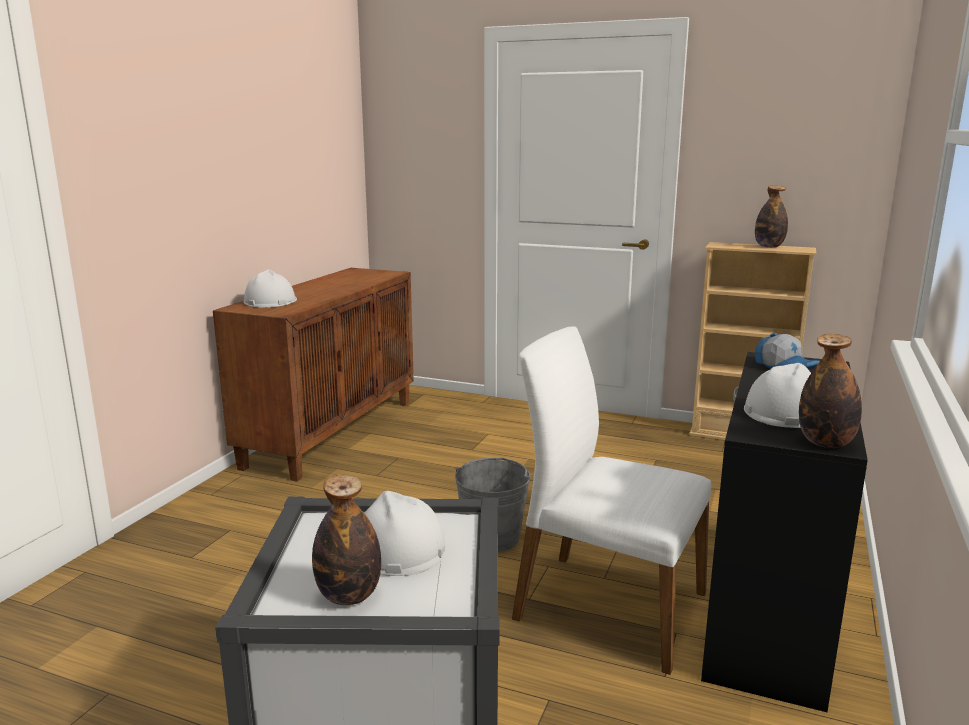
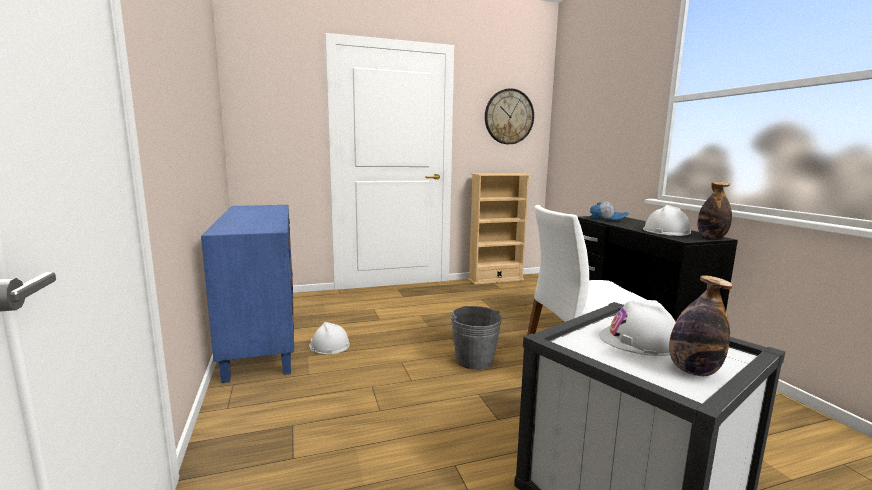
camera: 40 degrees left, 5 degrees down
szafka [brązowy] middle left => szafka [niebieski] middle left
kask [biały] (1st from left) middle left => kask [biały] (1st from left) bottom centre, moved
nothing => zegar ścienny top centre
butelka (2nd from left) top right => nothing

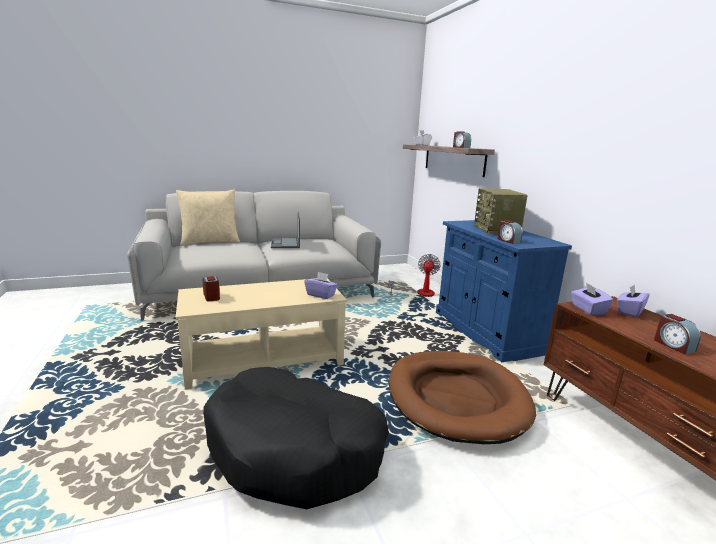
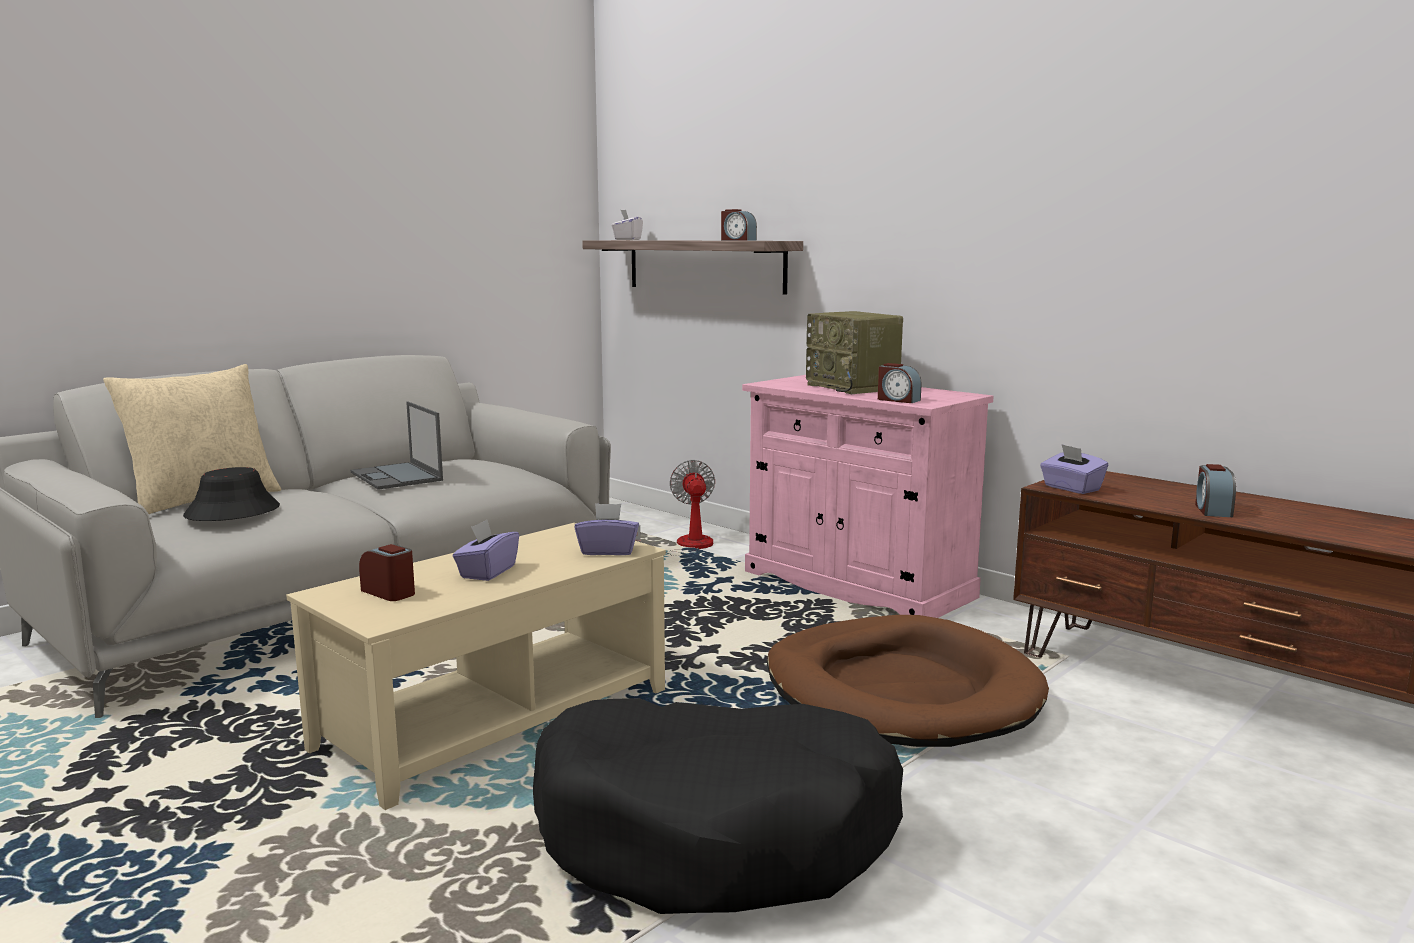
camera: 25 degrees left, 5 degrees down
nothing => kapelusz [czarny] middle left
pudełko chusteczek [fioletowy] (3rd from left in the first image) middle right => pudełko chusteczek [fioletowy] (1st from left) centre, moved
szafka [niebieski] middle right => szafka [różowy] centre
budzik (4th from left) middle right, 60 degrees clockwise

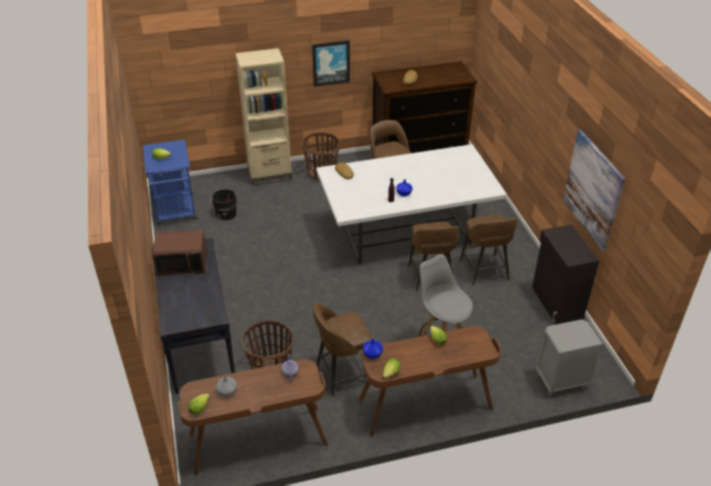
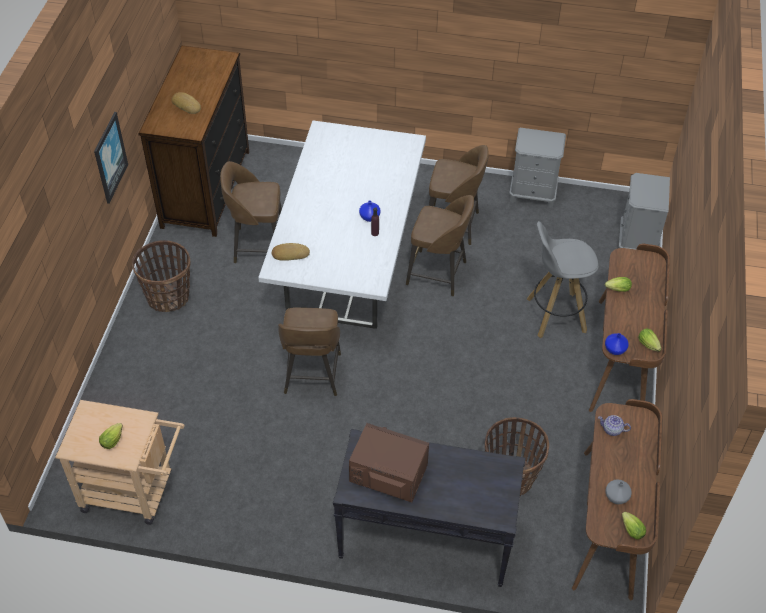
camera: 65 degrees left, 10 degrees up
wózek [niebieski] middle left => wózek [beżowy] bottom left
stołek [brązowy] (1st from left in the first image) bottom centre => stołek [brązowy] (2nd from left) centre, moved
mikrofalówka [brązowy] middle left => mikrofalówka [brązowy] bottom centre, 90 degrees counterclockwise
szafka [czarny] middle right => szafka nocna [szary] (1st from left) top right
wiadro [czarny] middle left => nothing
regał [beżowy] top centre => nothing
obraz (2nd from left) middle right => nothing

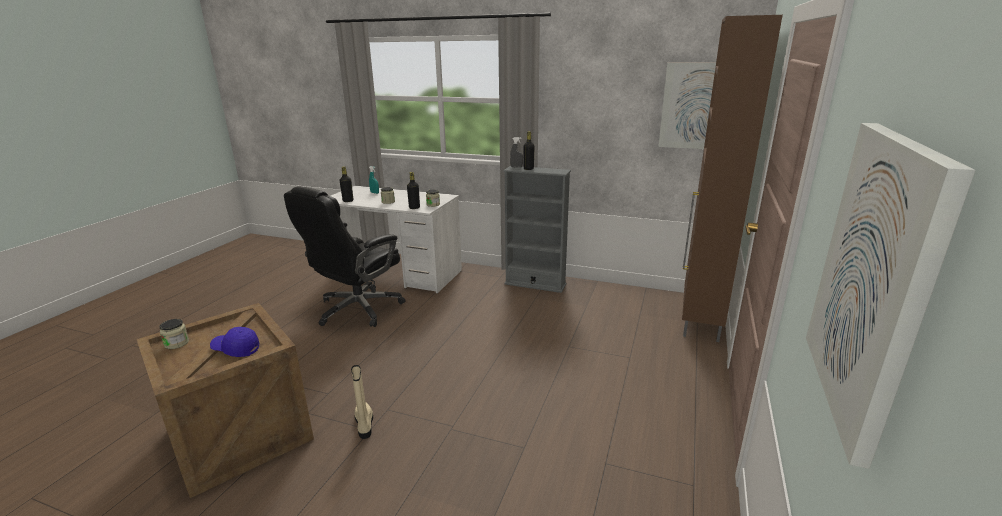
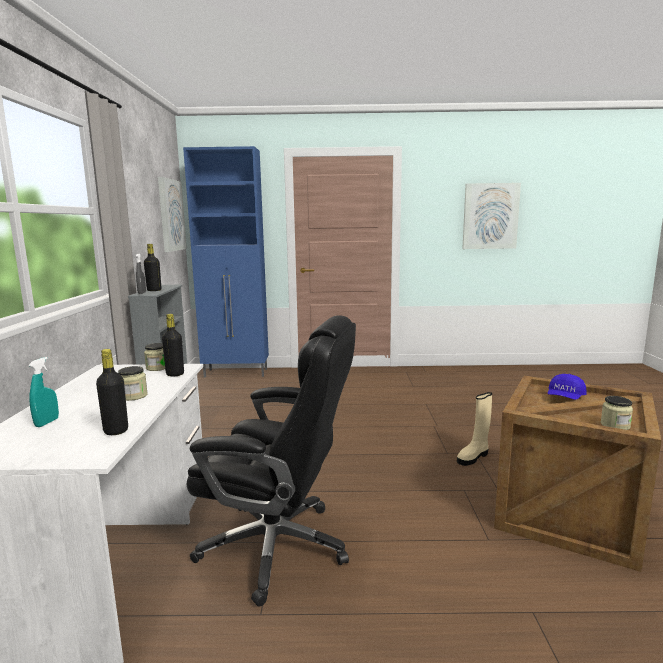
camera: 110 degrees left, 10 degrees down
szafka [brązowy] middle right => szafka [niebieski] centre
czapka z daszkiem [niebieski] middle left => czapka z daszkiem [niebieski] middle right, 45 degrees clockwise

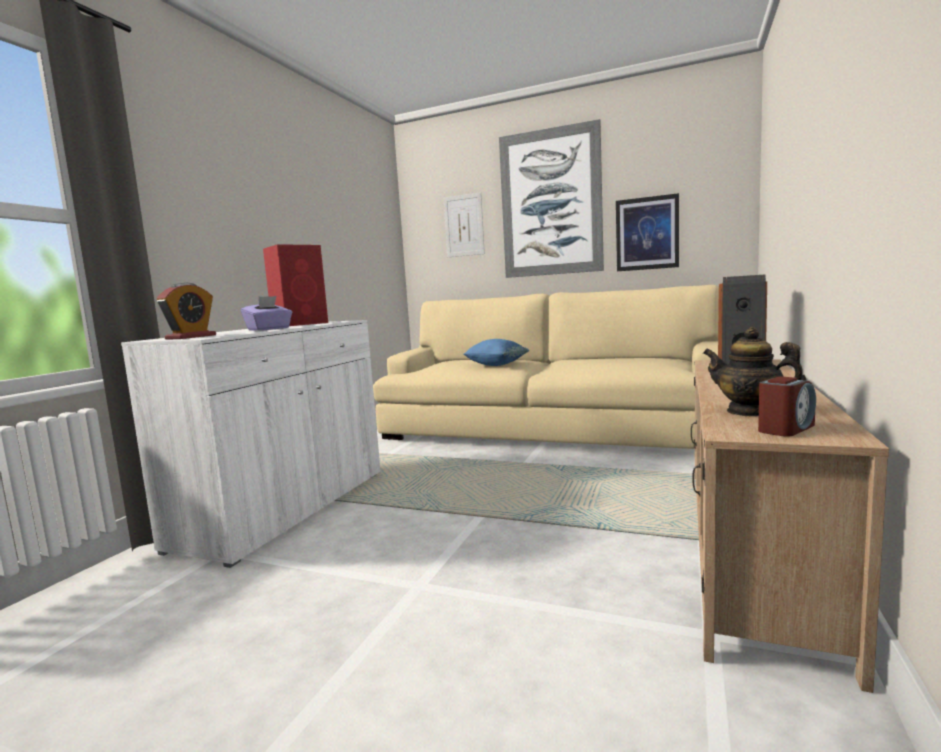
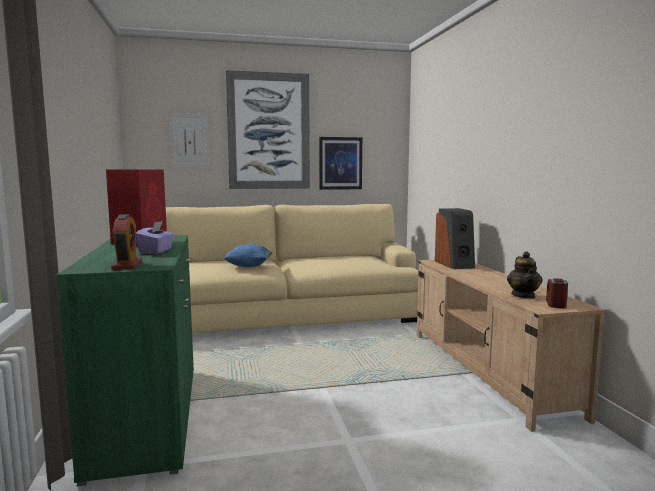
camera: 35 degrees left, 0 degrees up
szafka [biały] middle left => szafka [zielony] bottom left
imbryk middle right, 90 degrees counterclockwise

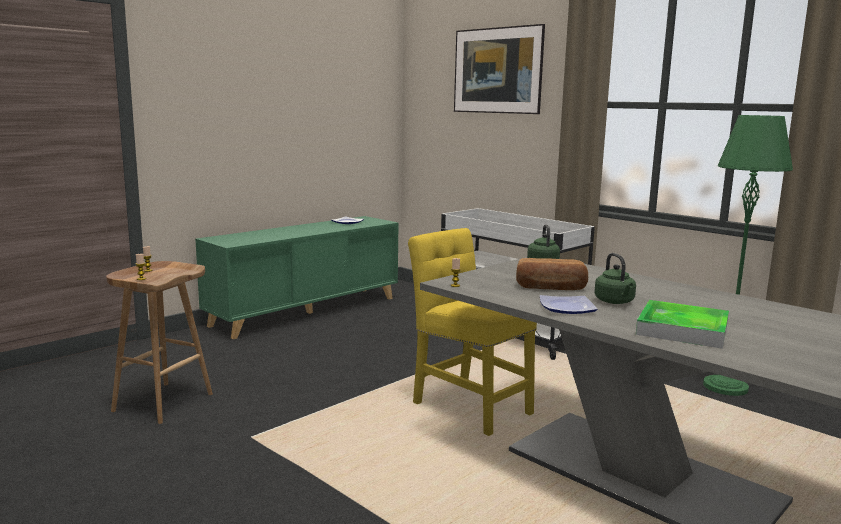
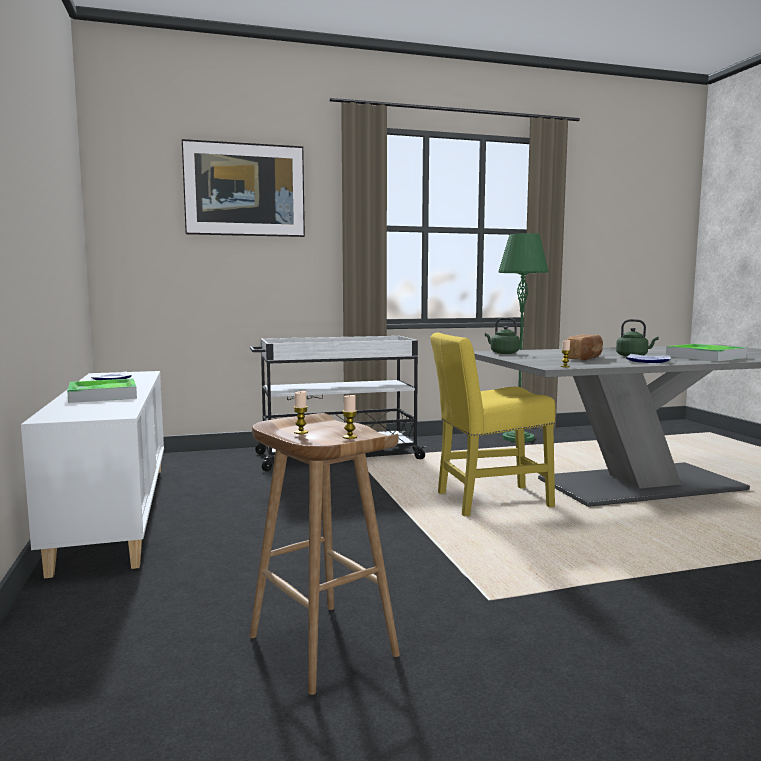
camera: 60 degrees left, 5 degrees down
szafka [zielony] centre => szafka [biały] middle left
nothing => taca (1st from left) middle left

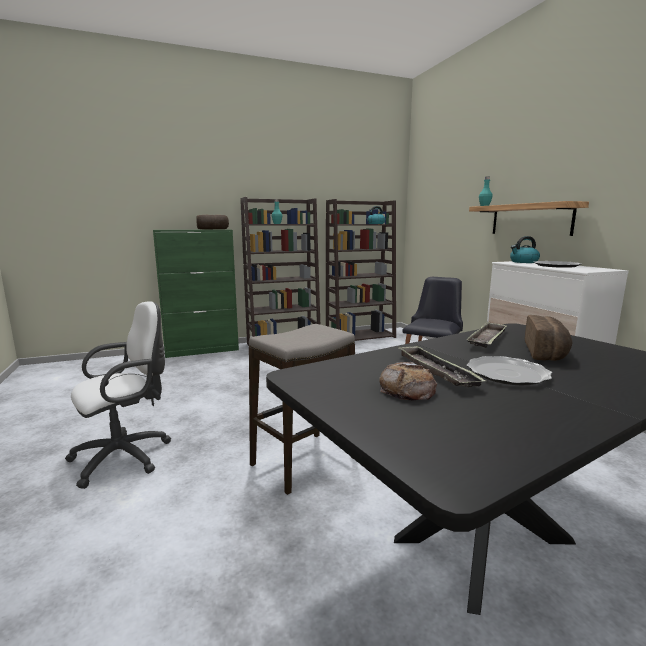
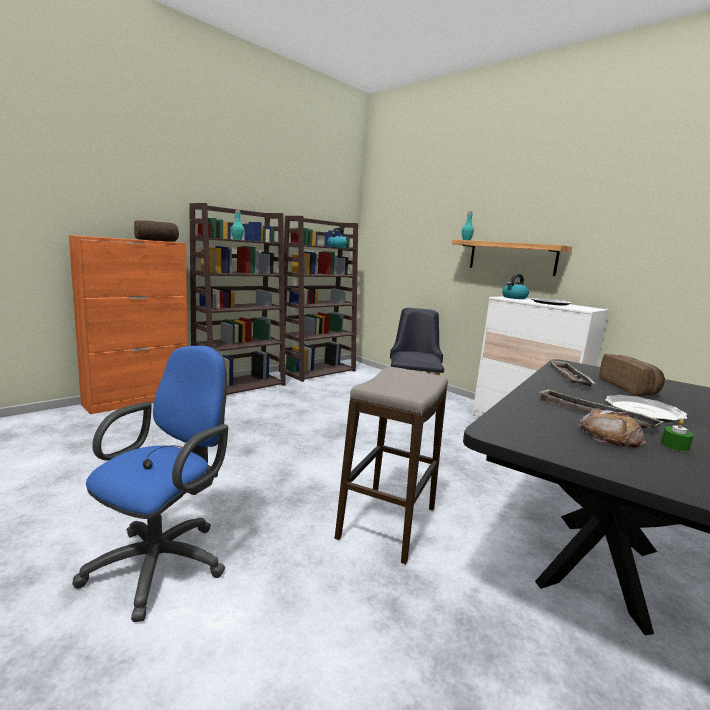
camera: 25 degrees left, 0 degrees up
szafka [zielony] middle left => szafka [pomarańczowy] middle left
krzesło biurowe [biały] middle left => krzesło biurowe [niebieski] bottom left
nothing => świeca [zielony] middle right

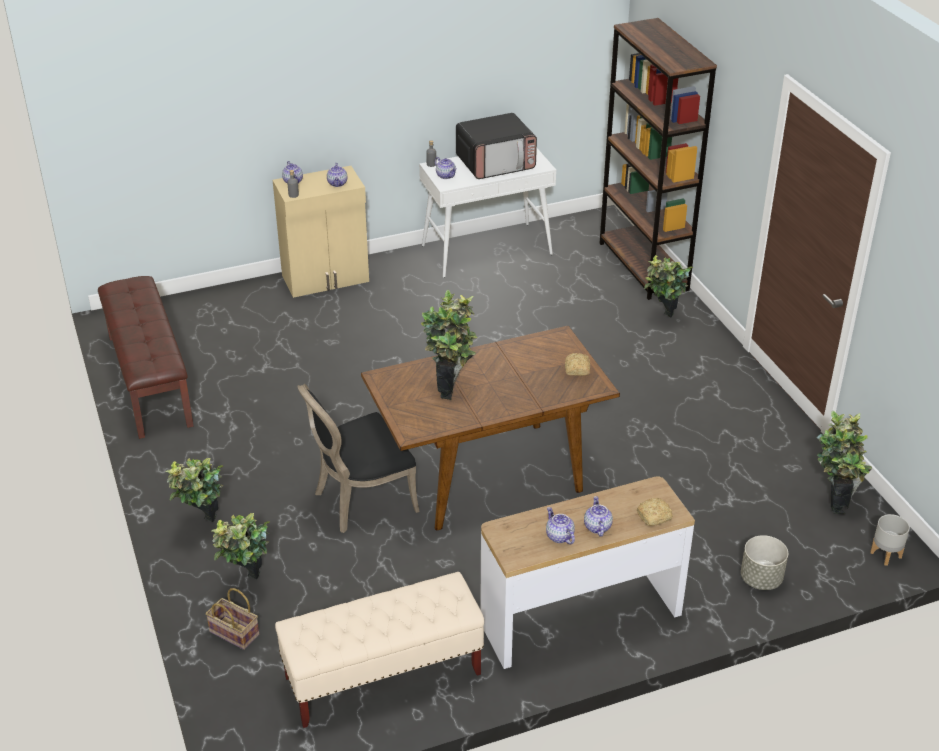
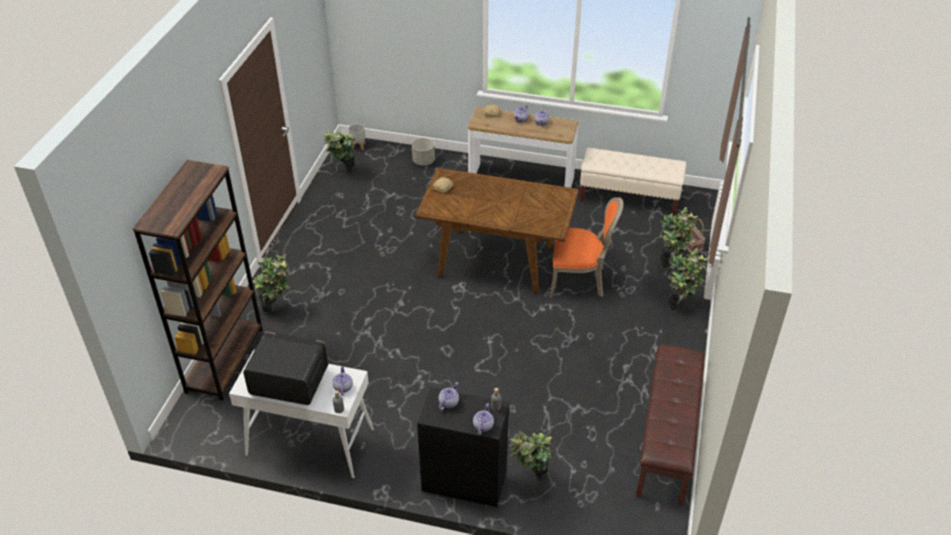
camera: 145 degrees left, 5 degrees up
szafka [beżowy] top centre => szafka [czarny] bottom centre
roślina doniczkowa (3rd from left) centre => roślina doniczkowa (3rd from left) bottom centre, moved
krzesło [czarny] centre => krzesło [pomarańczowy] centre

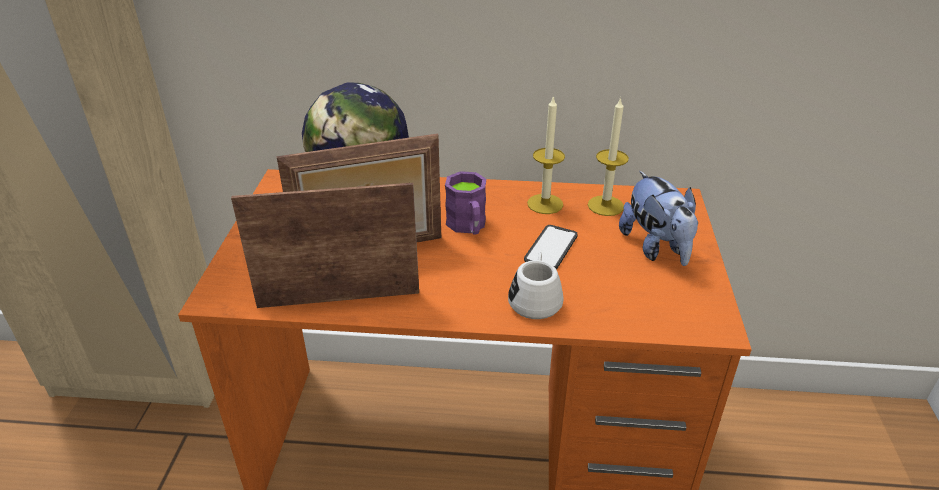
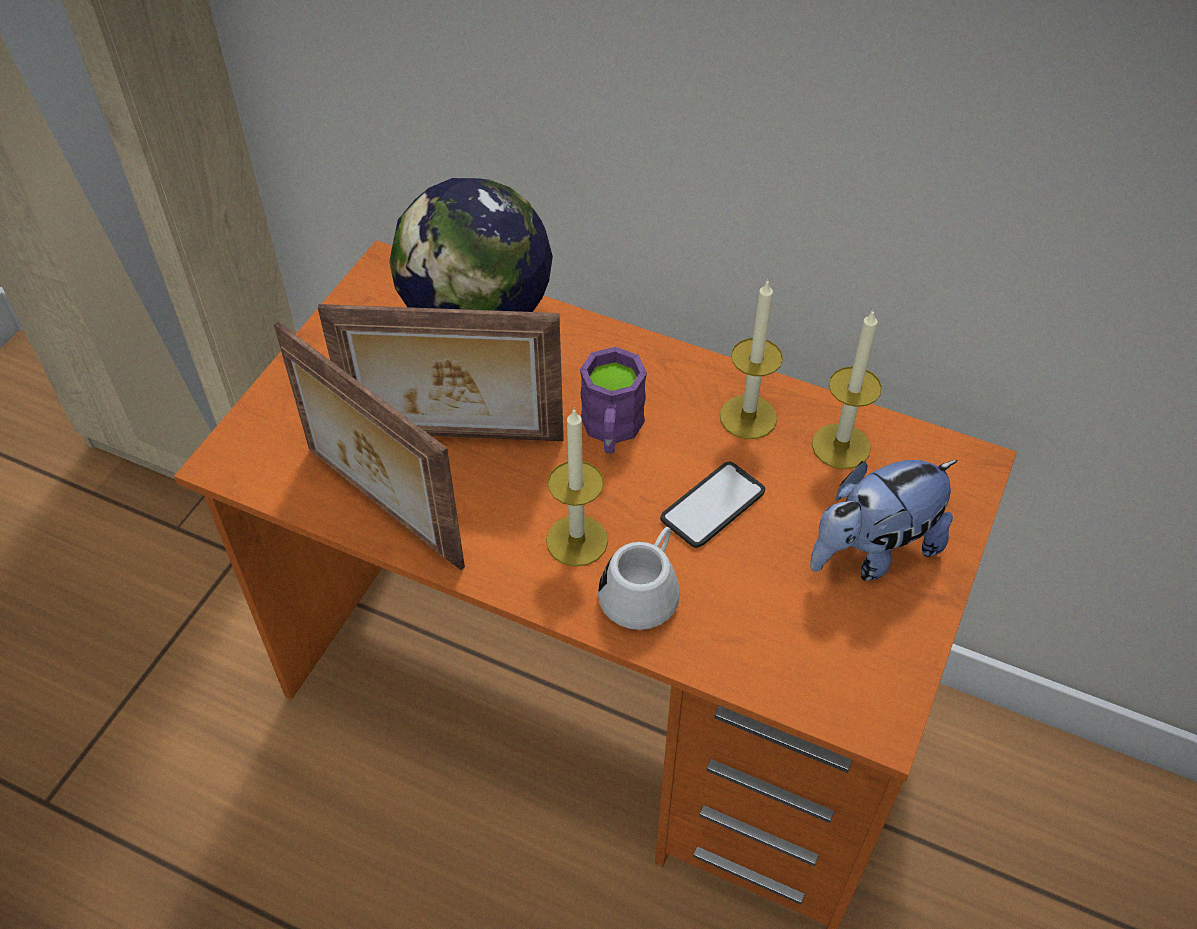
camera: 20 degrees right, 15 degrees up
ramka na zdjęcie (1st from left) centre => ramka na zdjęcie (1st from left) middle left, 150 degrees counterclockwise
nothing => świeca (1st from left) centre
pluszak middle right, 60 degrees clockwise

